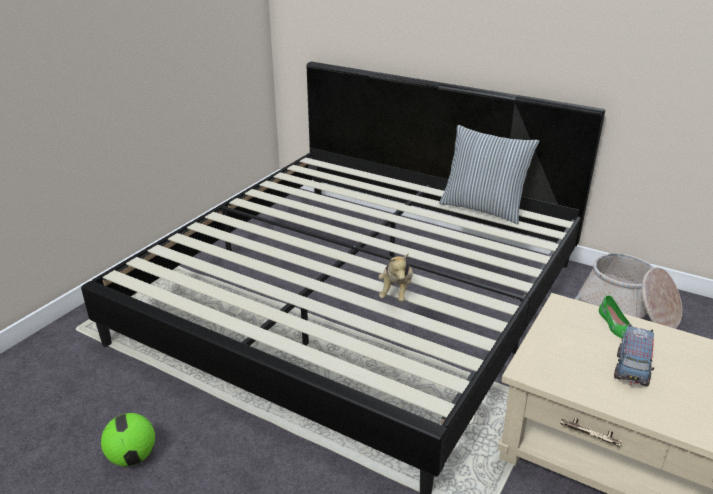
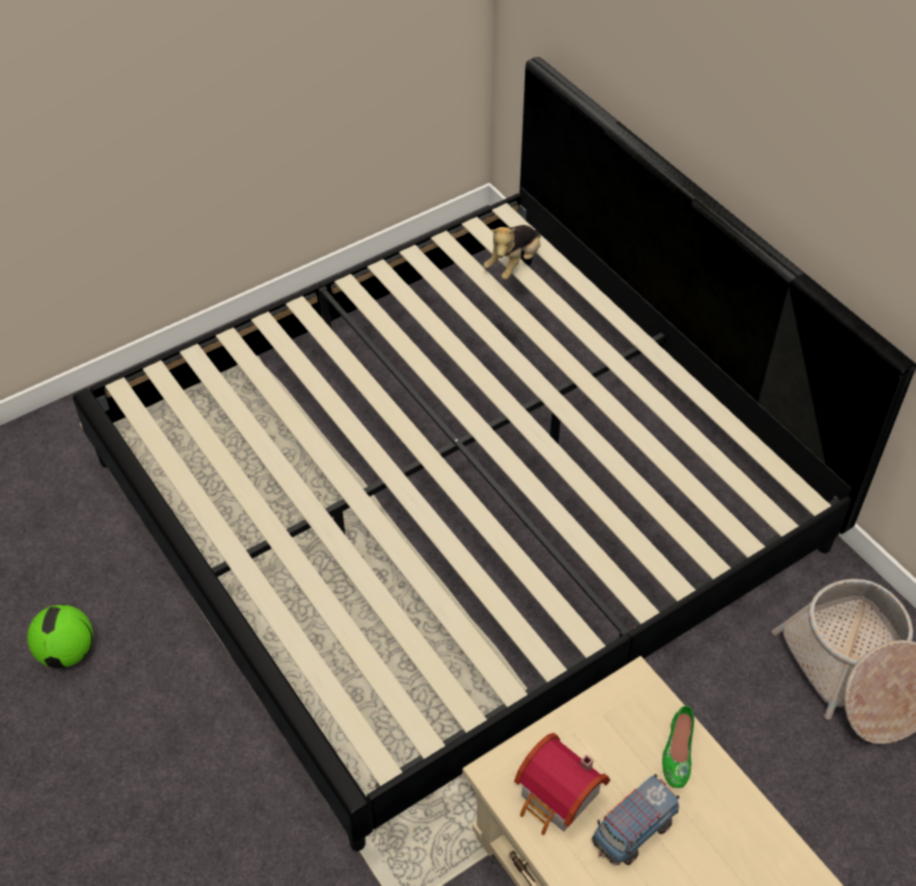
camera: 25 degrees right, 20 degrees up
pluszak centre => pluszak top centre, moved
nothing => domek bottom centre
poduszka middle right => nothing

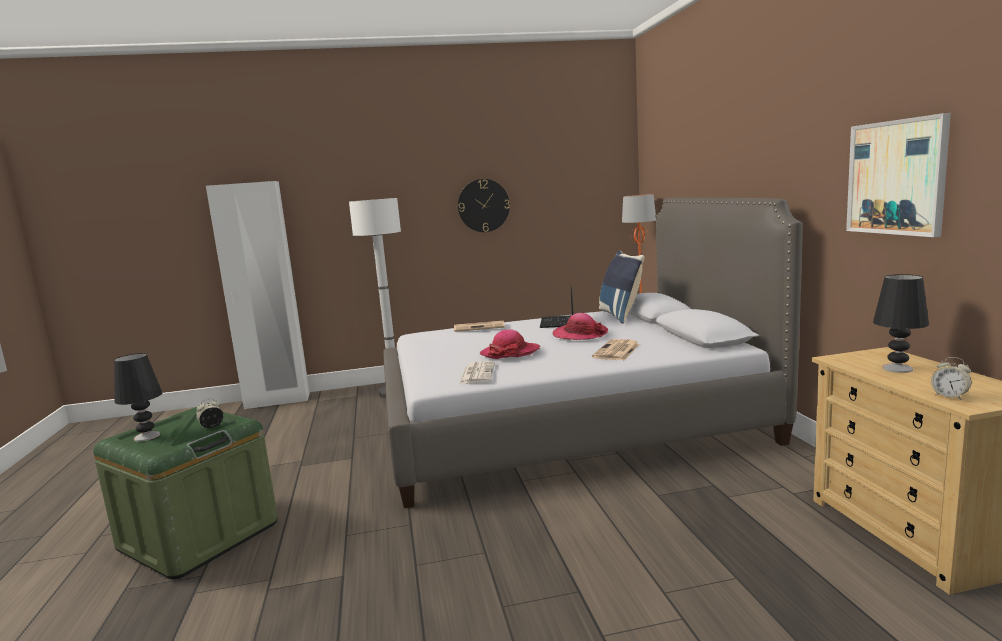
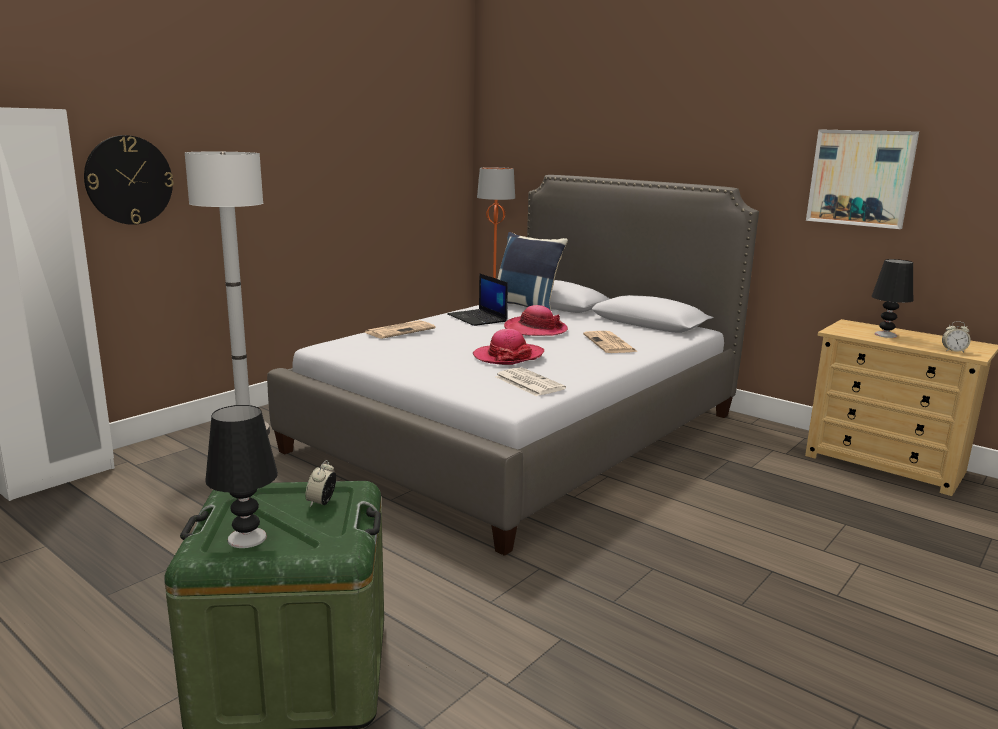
camera: 40 degrees left, 5 degrees up
zegar ścienny top centre => zegar ścienny top left, moved

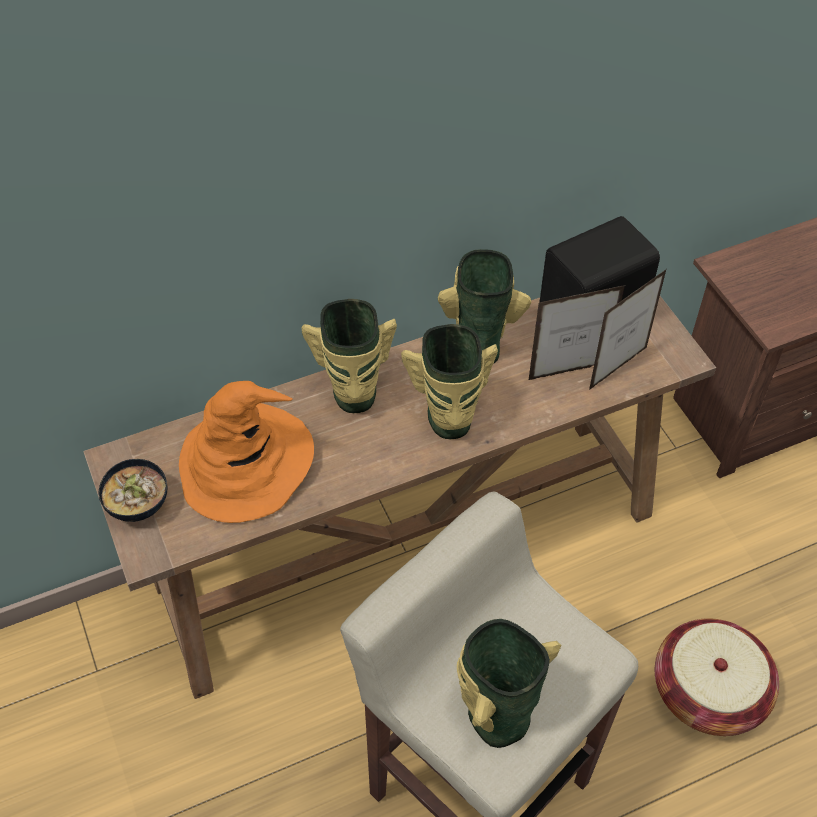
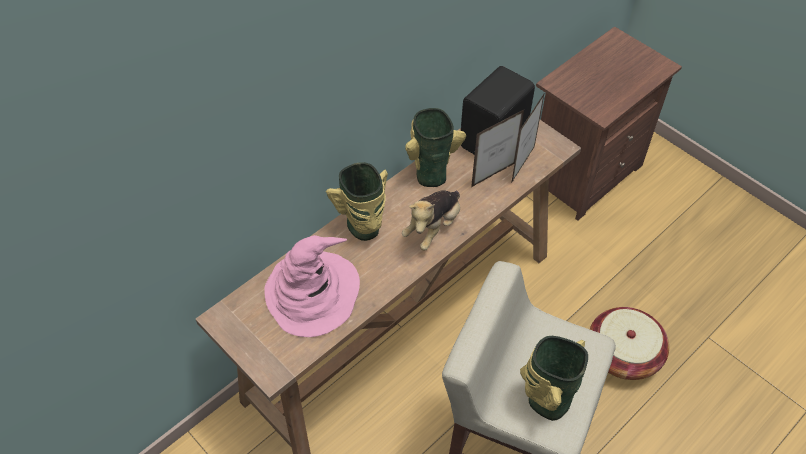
camera: 20 degrees left, 0 degrees up
kapelusz [pomarańczowy] middle left => kapelusz [różowy] centre
wazon (2nd from left) centre => pluszak centre
miska middle left => nothing

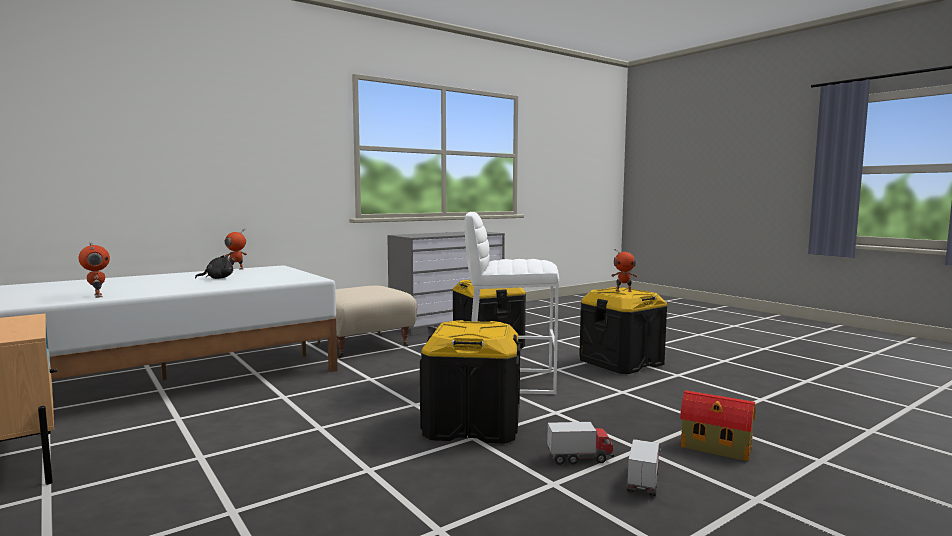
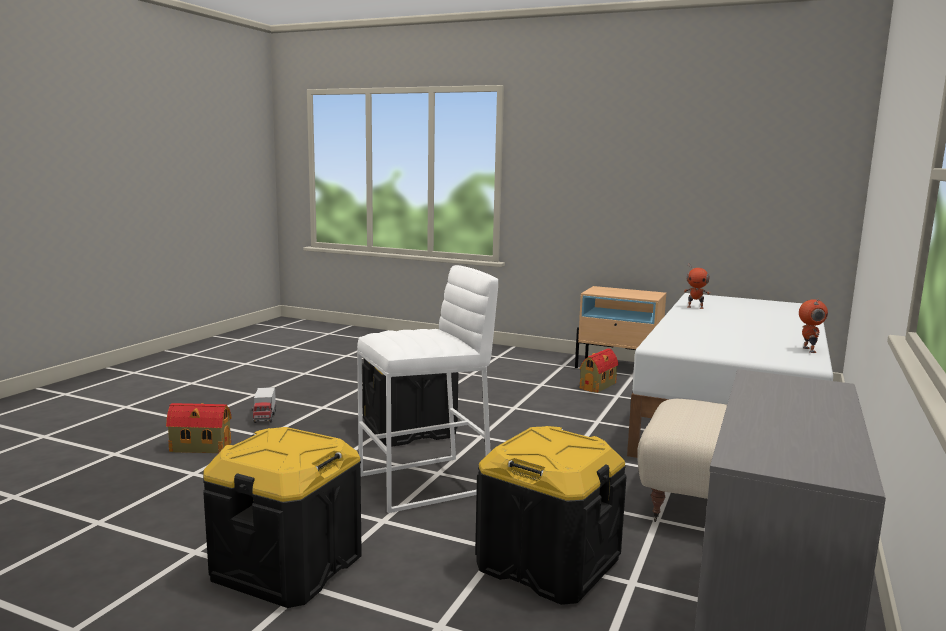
camera: 150 degrees right, 5 degrees up
nothing => domek (2nd from left) centre
pluszak [czarny] middle left => nothing
ciężarówka zabawkowa (1st from left) bottom centre => nothing
robot zabawkowy (3rd from left) centre => nothing

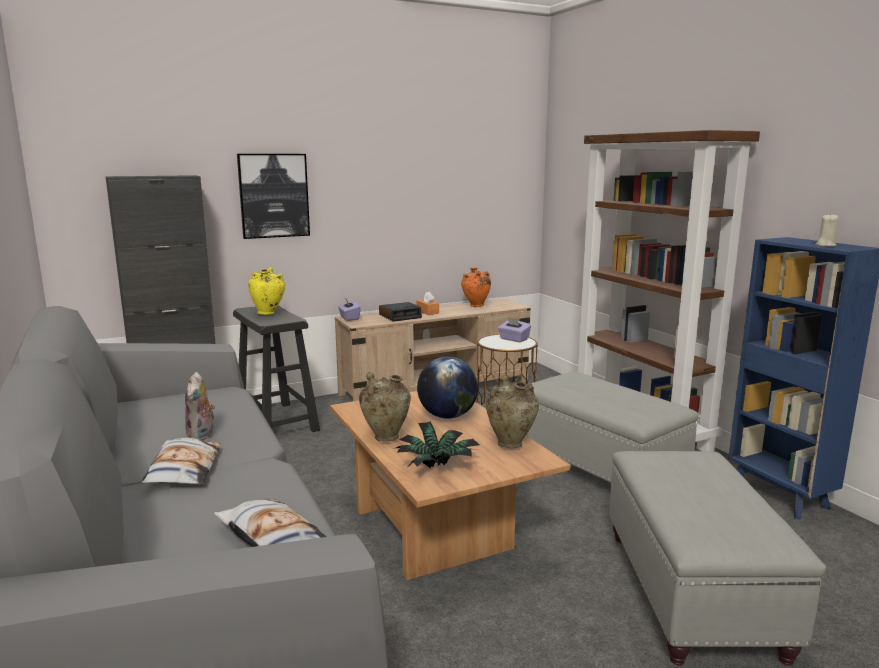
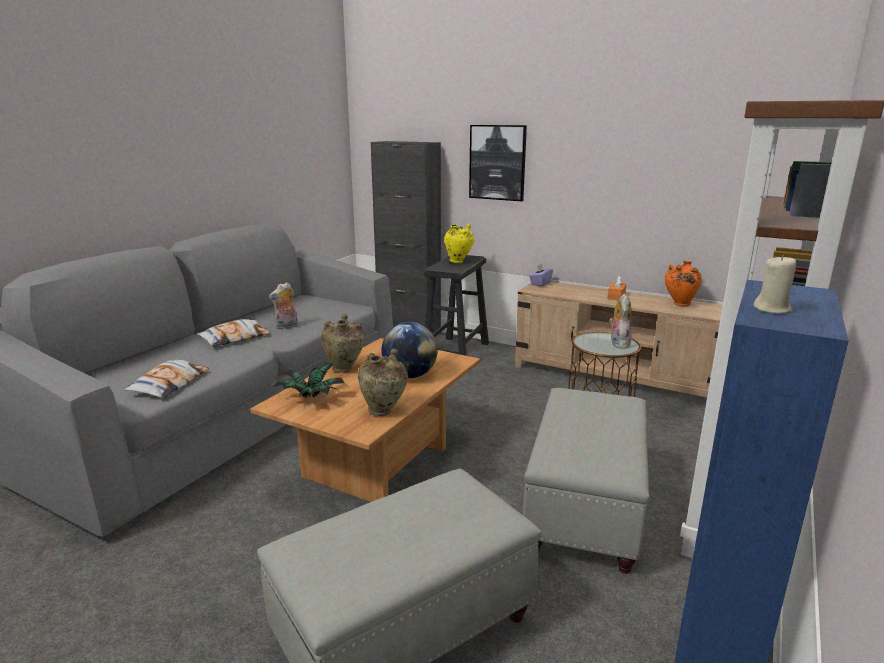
camera: 55 degrees right, 5 degrees up
pudełko chusteczek [fioletowy] (2nd from left) centre => pluszak (2nd from left) middle right
budzik centre => nothing

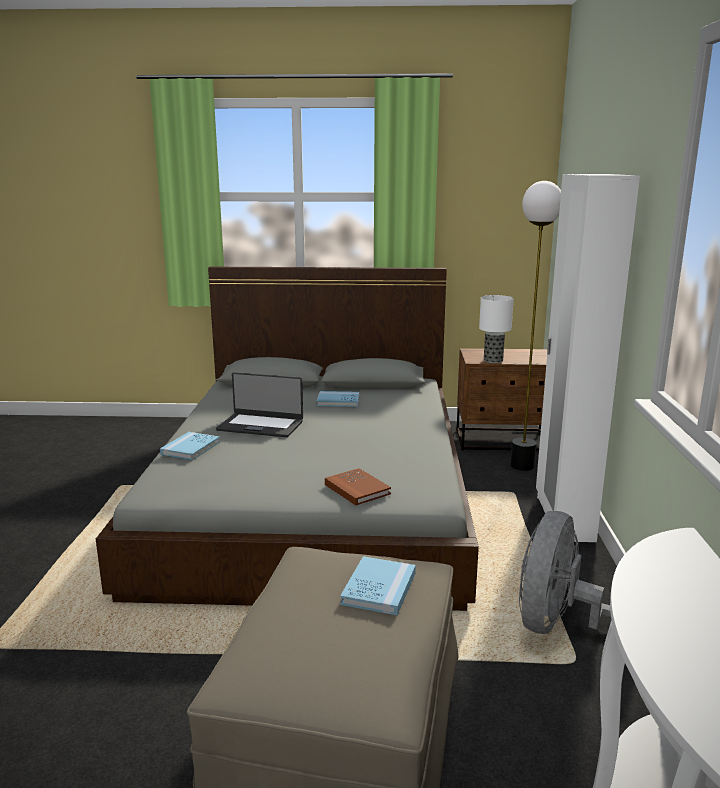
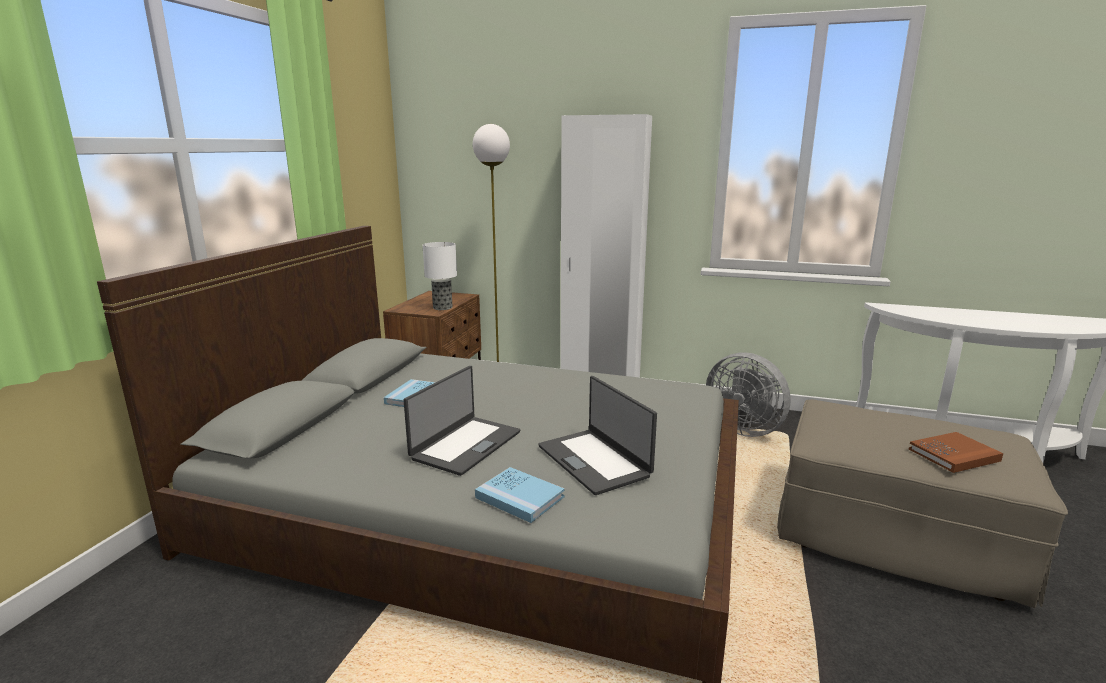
camera: 75 degrees left, 0 degrees up
nothing => laptop (2nd from left) centre
książka [brązowy] centre => książka [brązowy] middle right, moved
książka [niebieski] (3rd from left) bottom centre => nothing

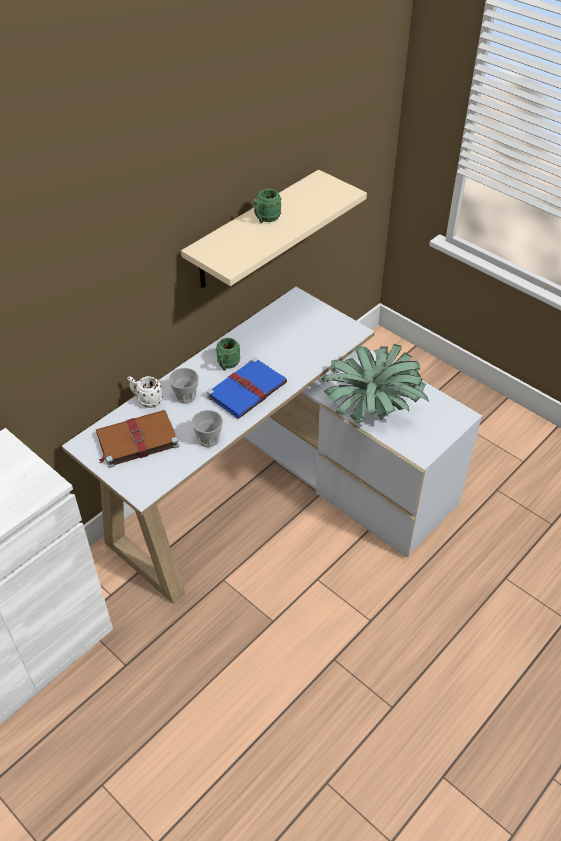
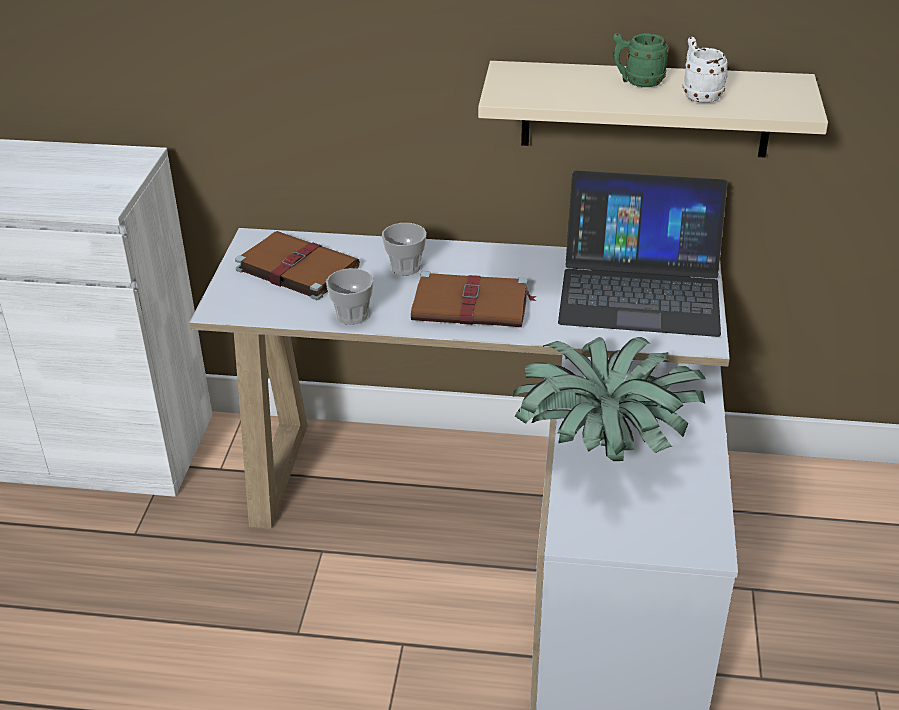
camera: 55 degrees right, 10 degrees down
książka [niebieski] centre => książka [brązowy] (2nd from left) centre
nothing => laptop middle right
kubek [biały] middle left => kubek [biały] top right, moved
kubek [zielony] (1st from left) centre => nothing

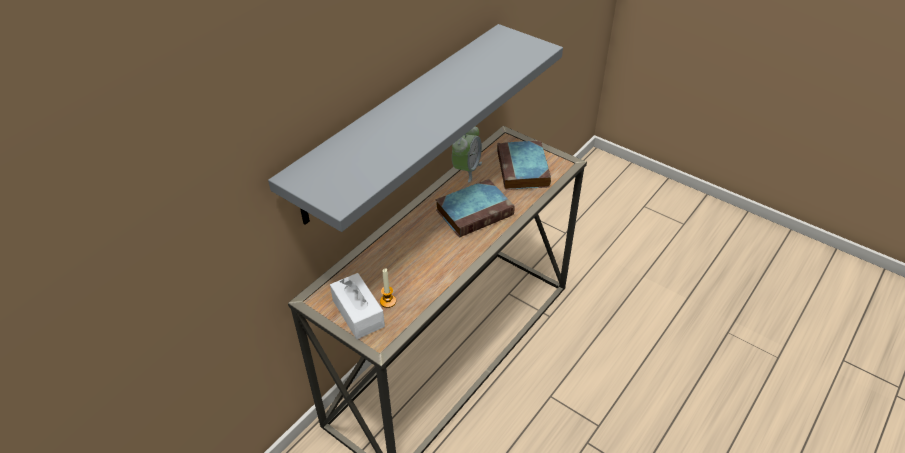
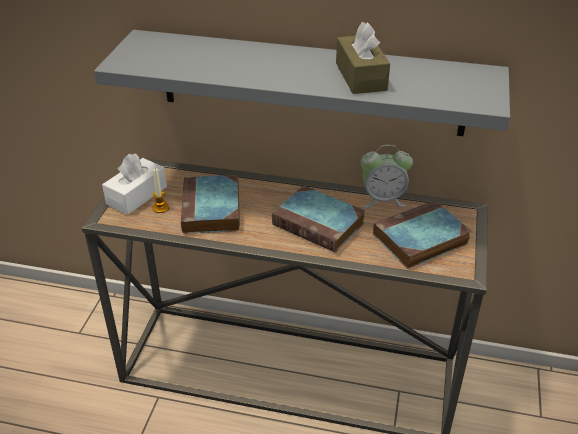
camera: 65 degrees right, 5 degrees down
nothing => książka (1st from left) centre
nothing => pudełko chusteczek [brązowy] top centre

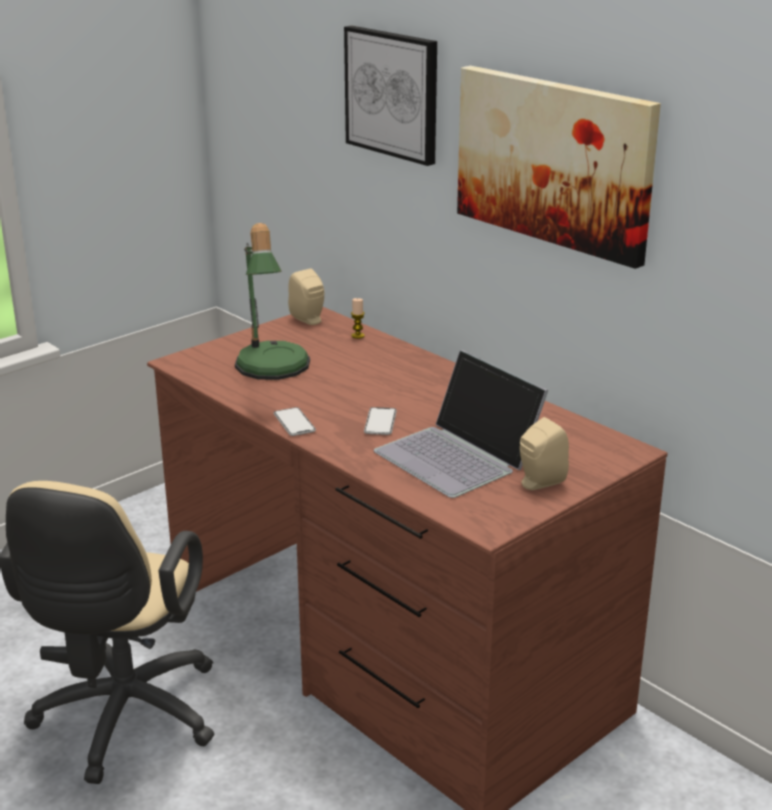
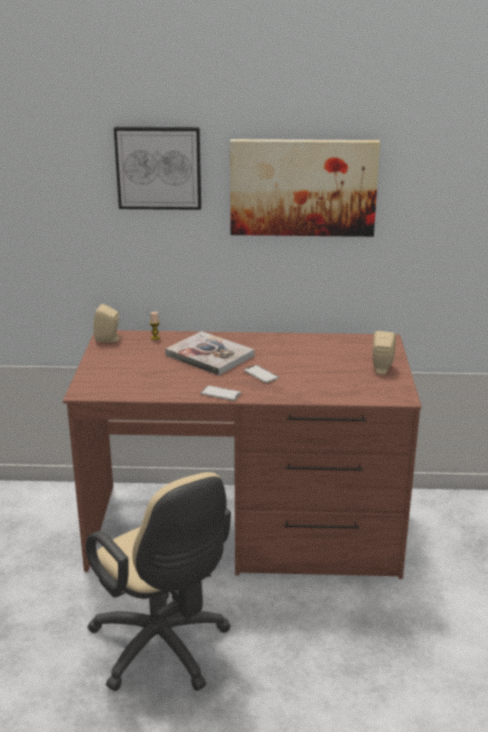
camera: 45 degrees left, 0 degrees up
nothing => książka centre
lampa stołowa centre => nothing
laptop centre => nothing

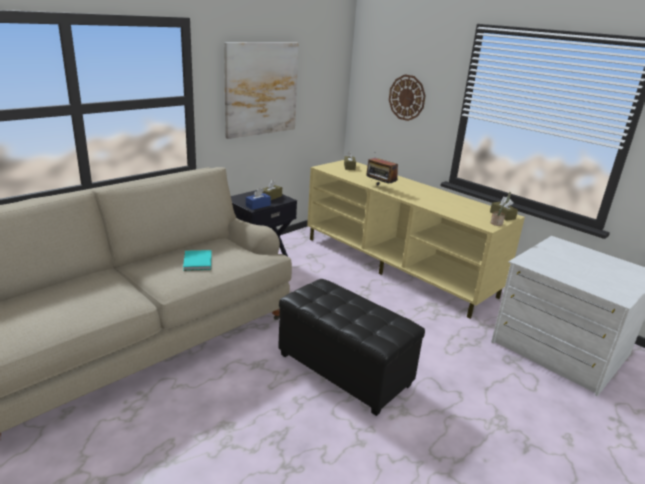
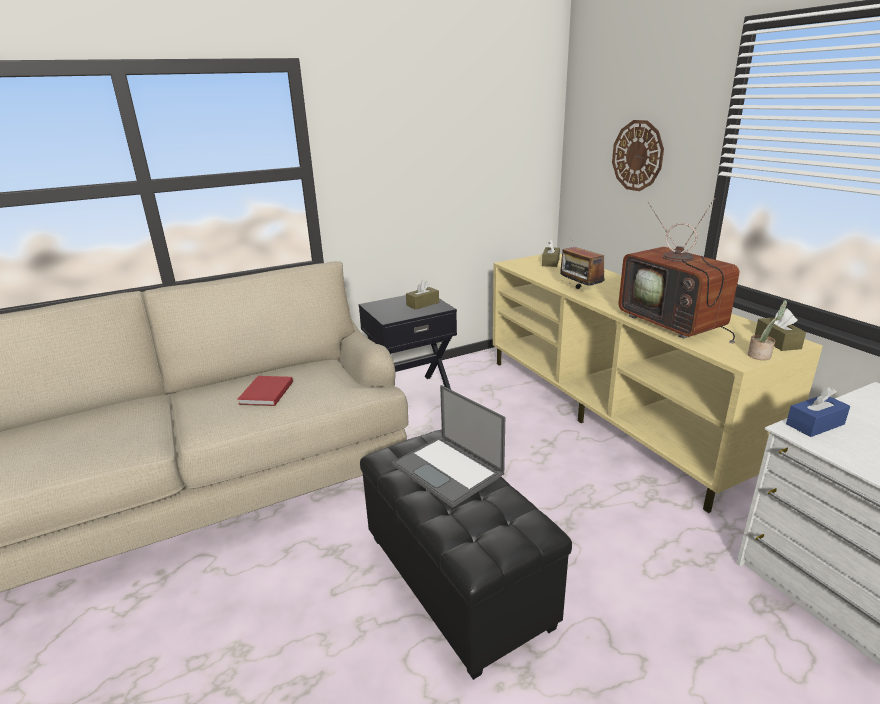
camera: 20 degrees right, 0 degrees up
książka [turkusowy] middle left => książka [czerwony] middle left
nothing => laptop centre
nothing => telewizor middle right
pudełko chusteczek [niebieski] centre => pudełko chusteczek [niebieski] middle right, moved
obraz top centre => nothing

